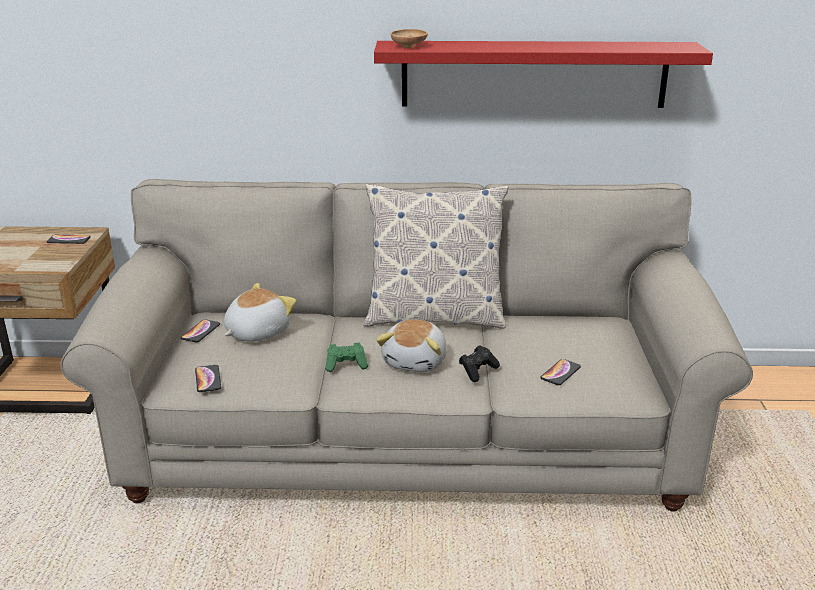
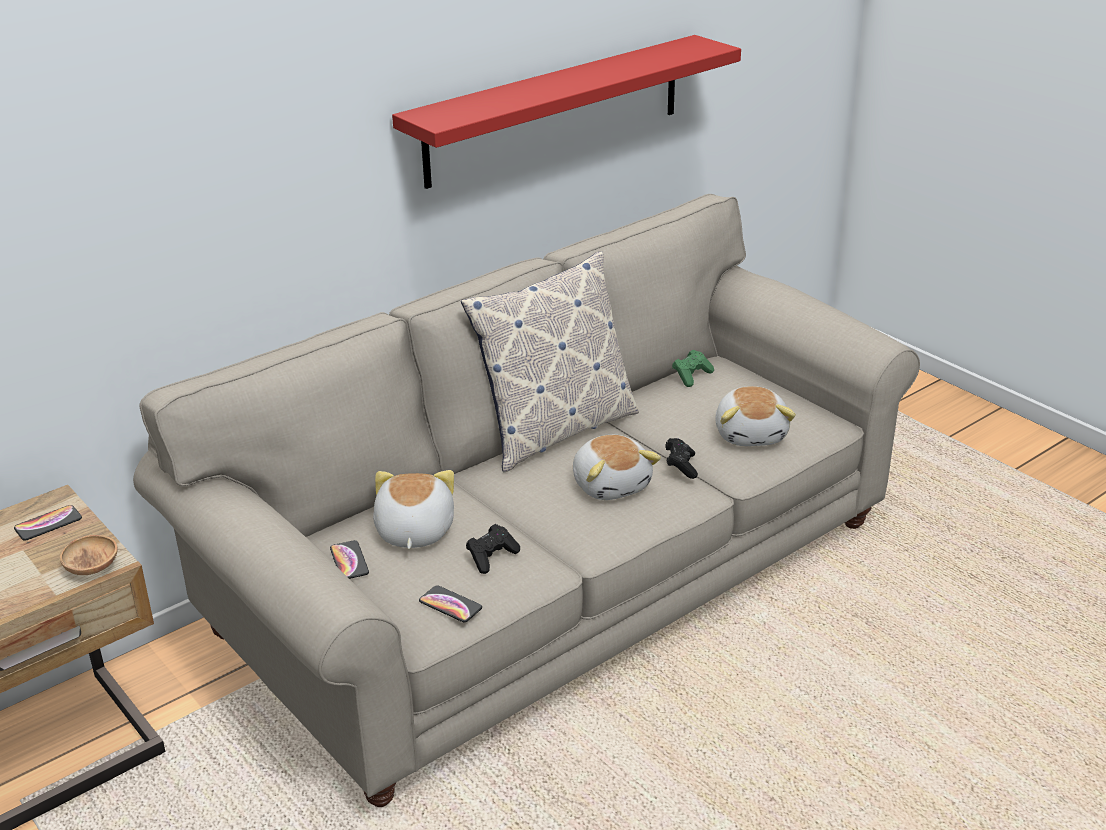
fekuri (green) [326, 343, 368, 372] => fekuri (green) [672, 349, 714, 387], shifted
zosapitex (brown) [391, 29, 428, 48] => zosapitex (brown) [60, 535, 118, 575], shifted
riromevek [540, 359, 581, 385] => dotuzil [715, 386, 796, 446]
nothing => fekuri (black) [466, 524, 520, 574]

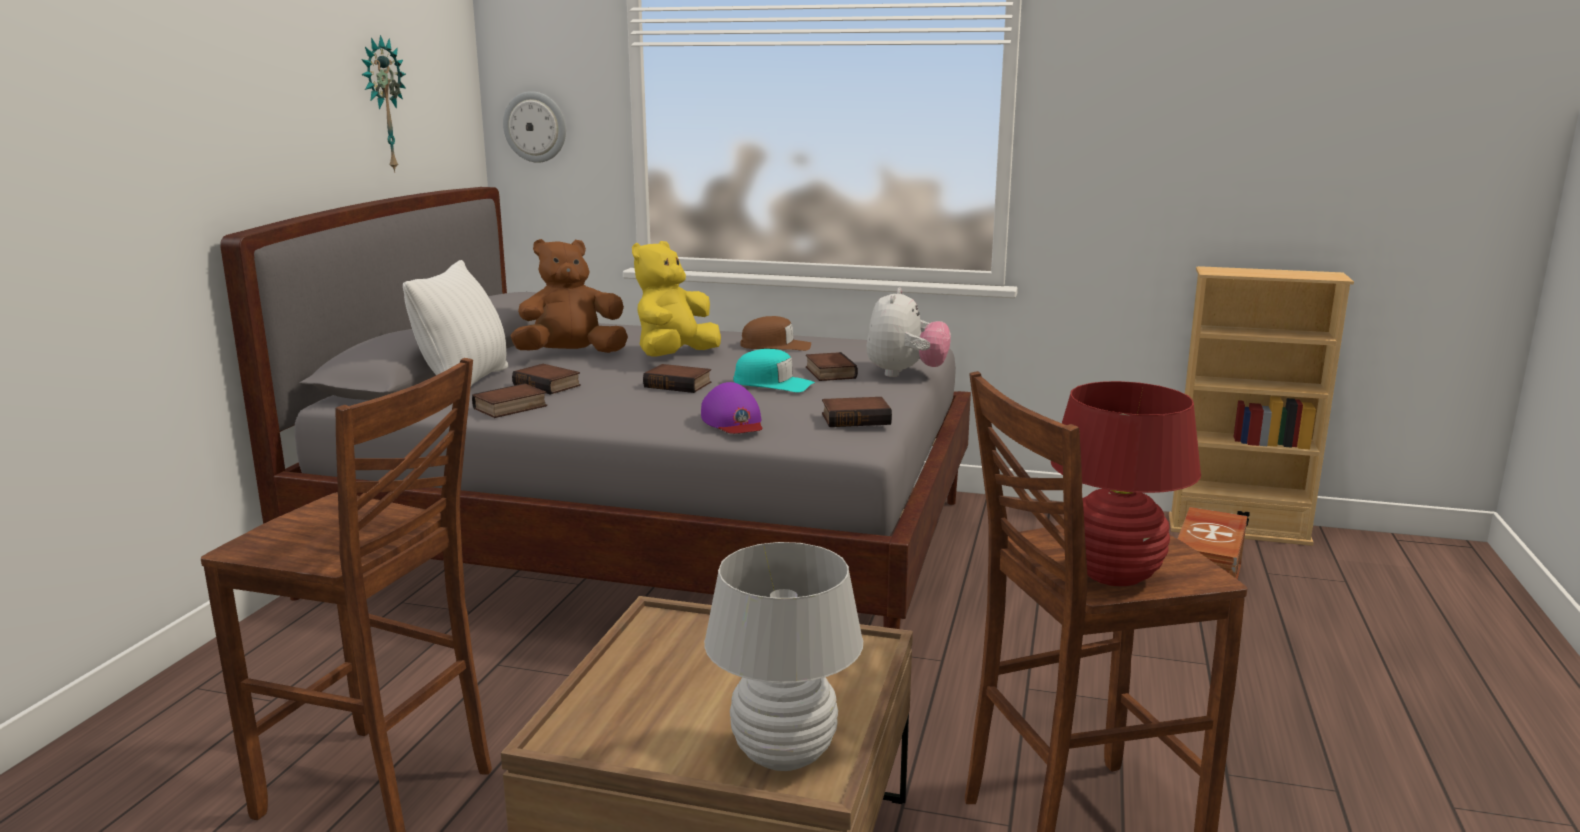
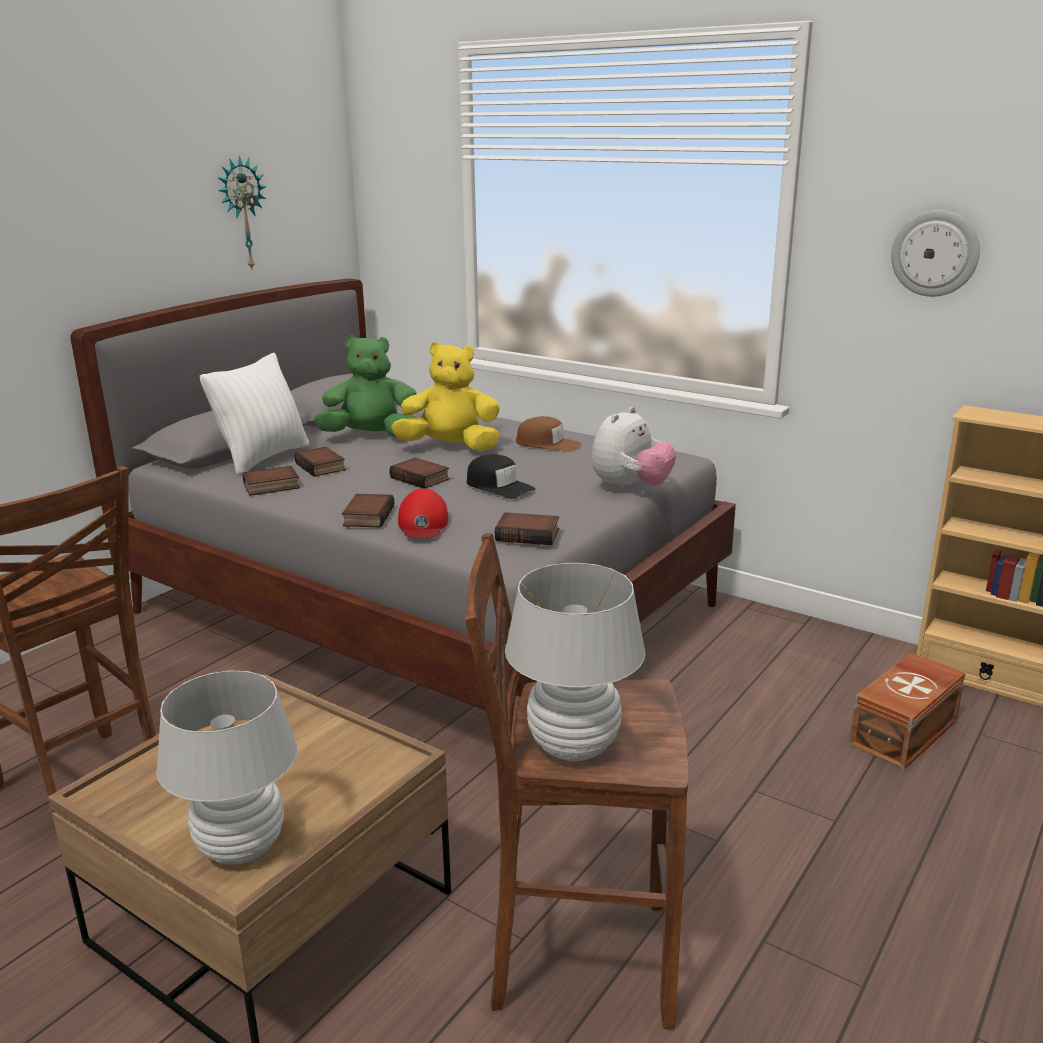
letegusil [503, 91, 566, 163] => letegusil [891, 210, 980, 297], shifted
dotuzil (brown) [510, 239, 628, 353] => dotuzil (green) [314, 335, 417, 437]
dotuzil (yellow) [632, 241, 721, 357] => dotuzil (yellow) [391, 342, 500, 451], 45 degrees clockwise
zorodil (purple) [701, 382, 763, 434] => zorodil (red) [398, 488, 448, 538]
zorodil (turquoise) [733, 349, 815, 392] => zorodil (black) [467, 454, 535, 499]
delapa [806, 352, 858, 381] => delapa [342, 494, 395, 527], shifted
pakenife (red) [1051, 381, 1201, 586] => pakenife (white) [505, 563, 645, 761]

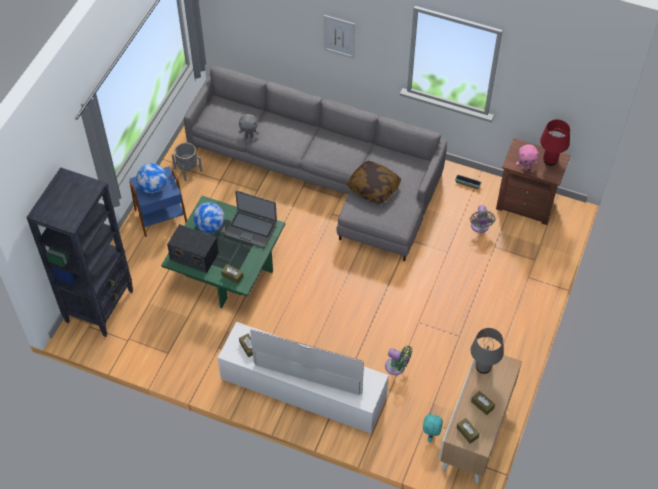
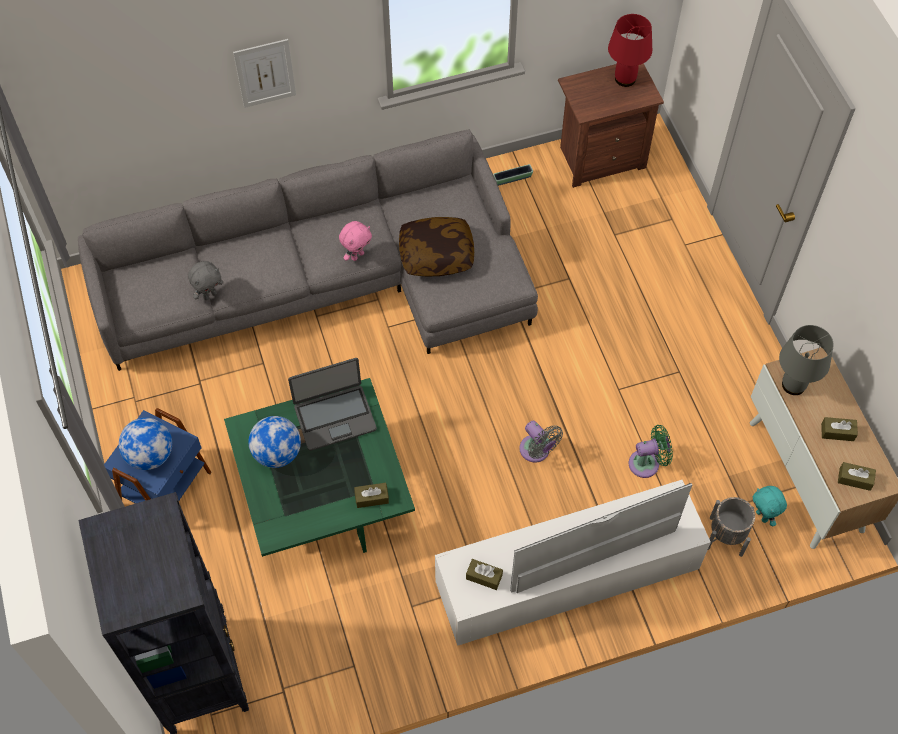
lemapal [167, 224, 219, 273] => nothing
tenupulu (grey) [171, 142, 202, 181] => tenupulu (grey) [708, 497, 755, 557], shifted
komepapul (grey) [470, 205, 495, 233] => komepapul (grey) [519, 421, 563, 462], shifted
dotuzil (pink) [516, 144, 539, 169] => dotuzil (pink) [339, 221, 372, 261], shifted

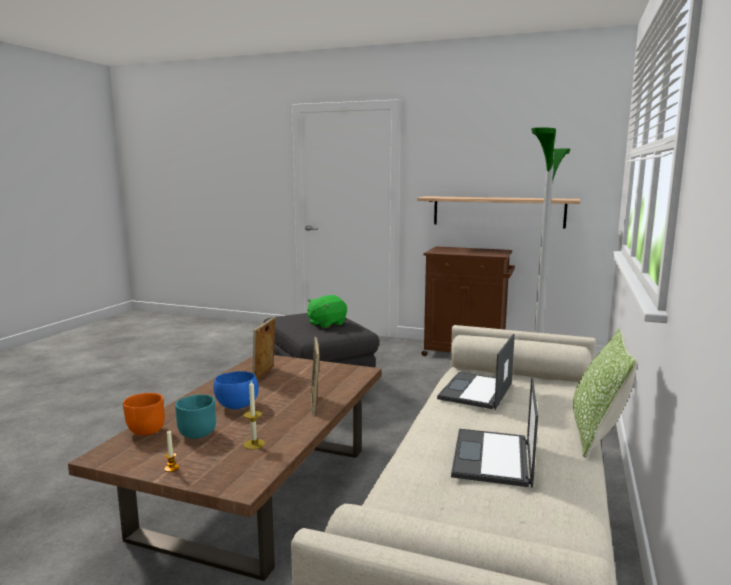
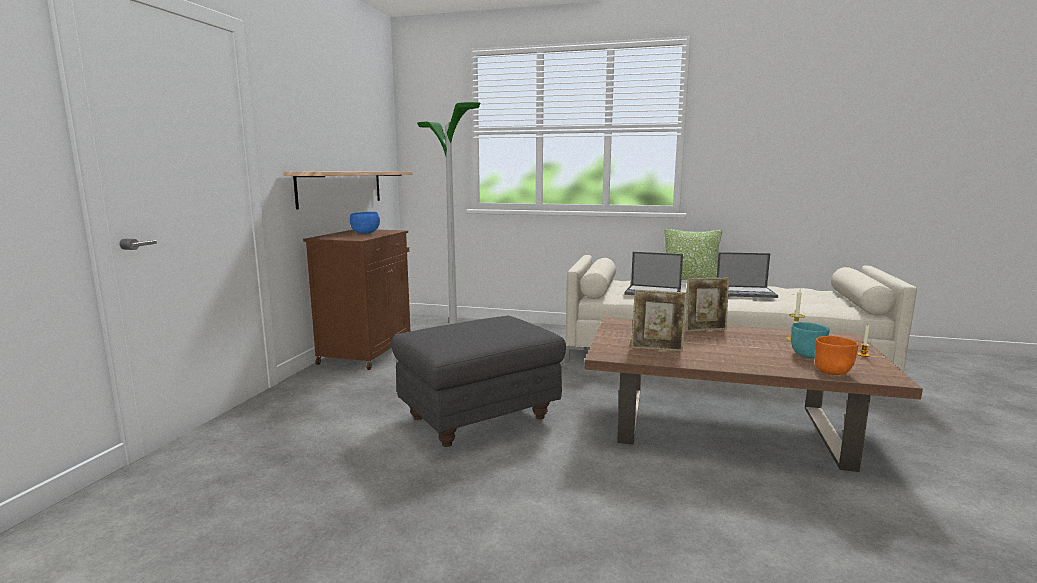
zosapitex (blue) [214, 371, 259, 410] => zosapitex (blue) [350, 212, 380, 234], shifted
dotuzil (green) [307, 295, 347, 328] => nothing

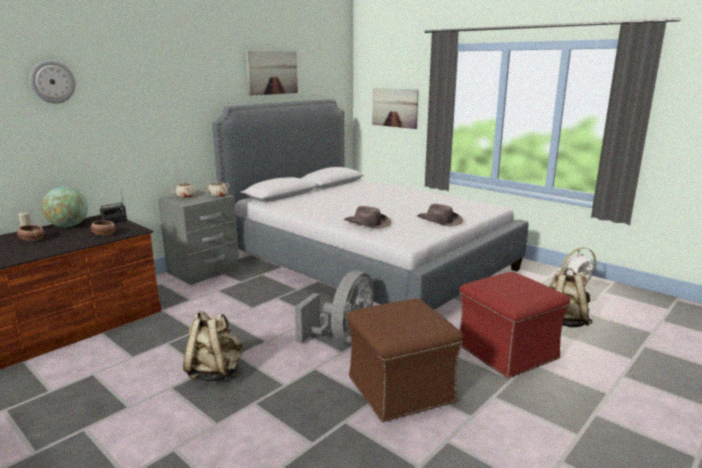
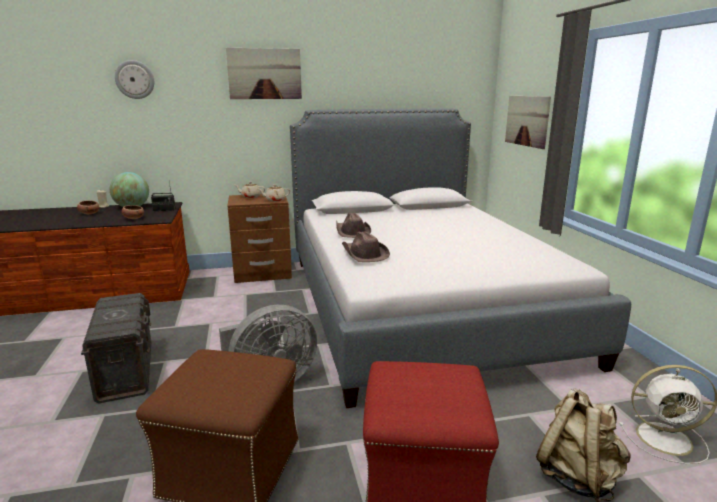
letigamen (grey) [158, 190, 239, 285] => letigamen (brown) [228, 194, 292, 283]
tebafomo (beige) [183, 311, 242, 382] => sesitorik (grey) [81, 293, 151, 403]
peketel [246, 50, 298, 96] => peketel [226, 48, 302, 99], shifted
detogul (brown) [417, 204, 463, 226] => detogul (brown) [336, 212, 371, 238], shifted

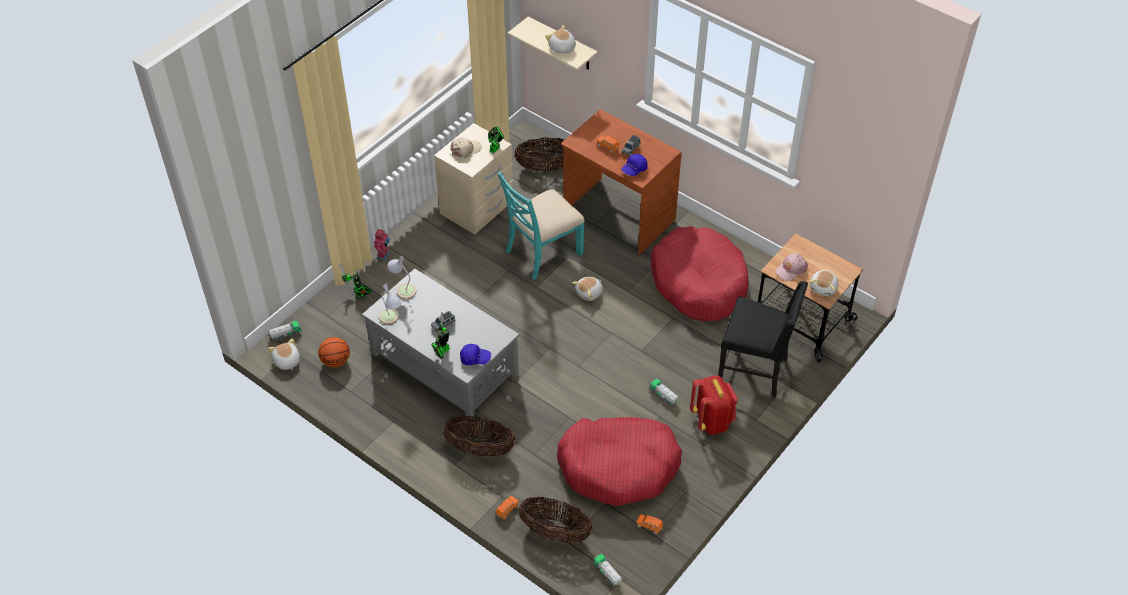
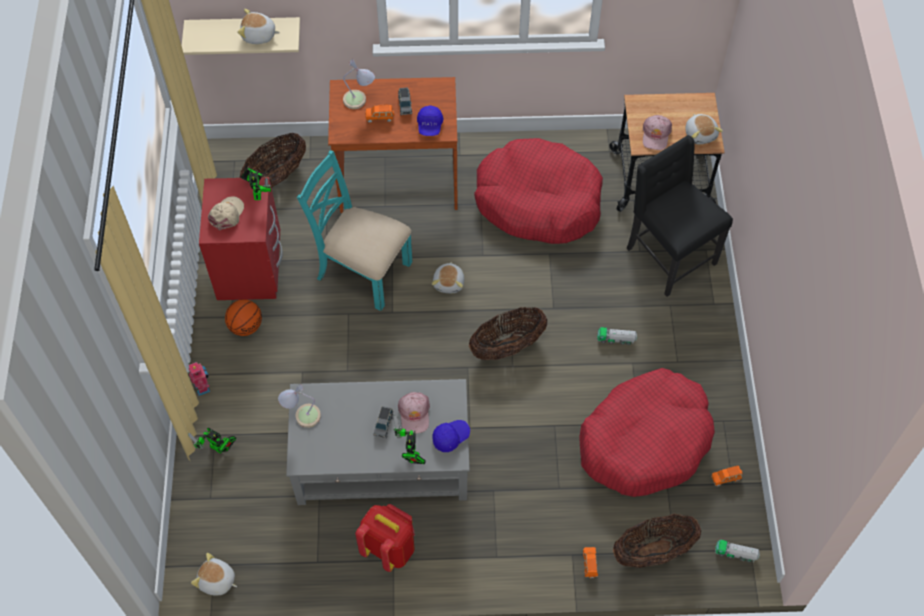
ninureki [268, 321, 301, 341] => nothing
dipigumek [318, 337, 350, 368] => dipigumek [225, 299, 262, 336], shifted
pakenife [379, 283, 401, 325] => pakenife [343, 59, 375, 109], shifted
letigamen (beige) [434, 123, 513, 235] => letigamen (red) [199, 177, 283, 300]
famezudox [443, 416, 515, 457] => famezudox [469, 307, 547, 360], shifted
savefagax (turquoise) [498, 171, 585, 280] => savefagax (turquoise) [297, 150, 413, 311], 105 degrees clockwise
tebafomo (red) [690, 375, 738, 435] => tebafomo (red) [355, 504, 415, 572], shifted
savefagax (black) [718, 281, 808, 398] => savefagax (black) [627, 135, 733, 297], 105 degrees counterclockwise
nothing => zorodil (pink) [398, 392, 430, 434]

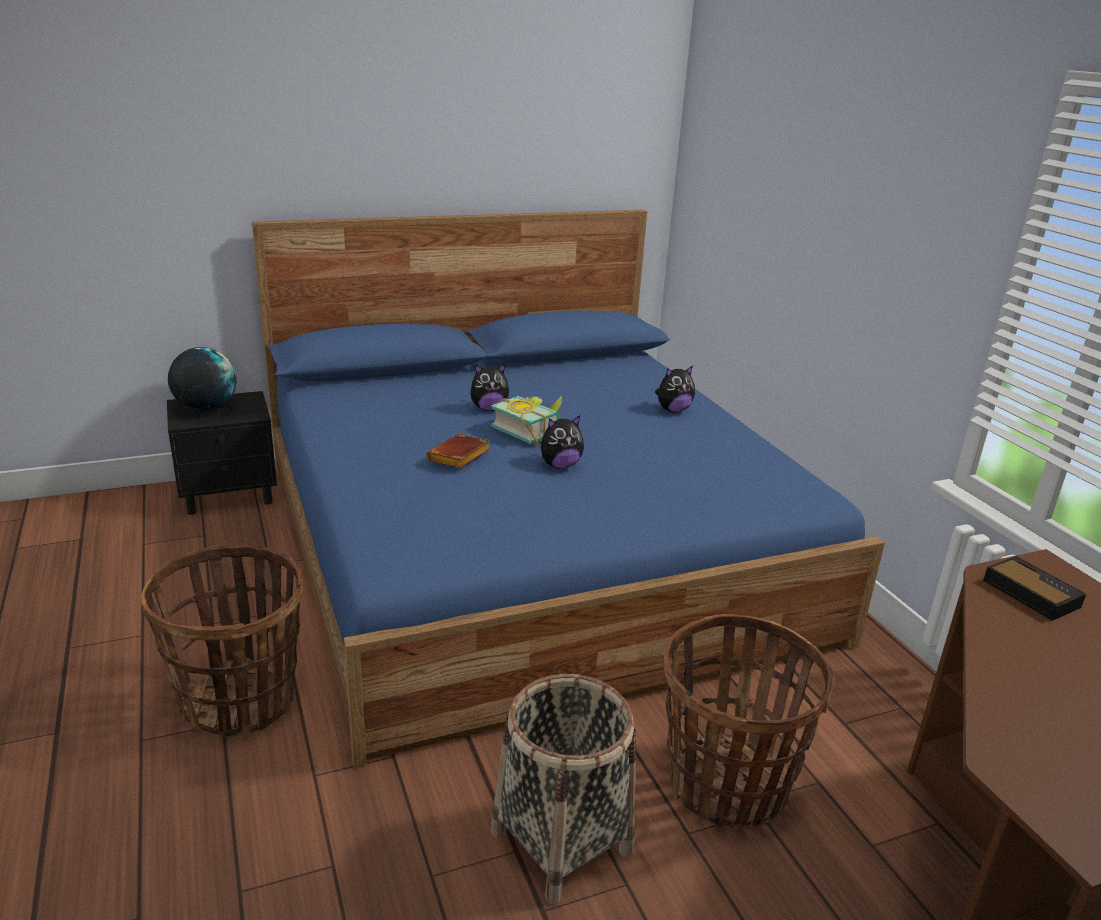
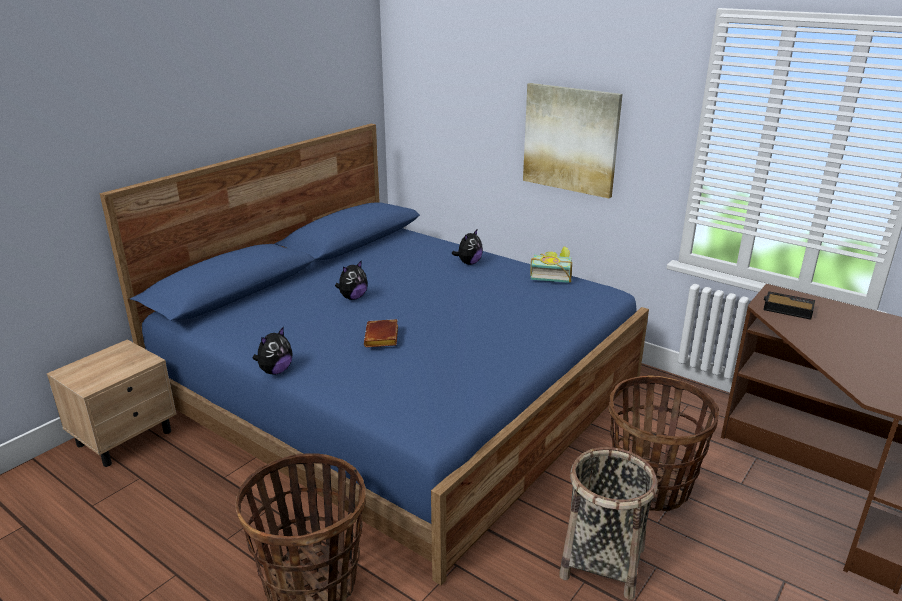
letigamen (black) [167, 391, 277, 515] => letigamen (beige) [47, 339, 176, 467]
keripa [168, 347, 237, 412] => nothing
delapa [491, 396, 562, 445] => delapa [530, 247, 572, 283], shifted
dotuzil [541, 415, 584, 469] => dotuzil [252, 327, 292, 375], shifted
nothing => peketel [523, 83, 622, 198]

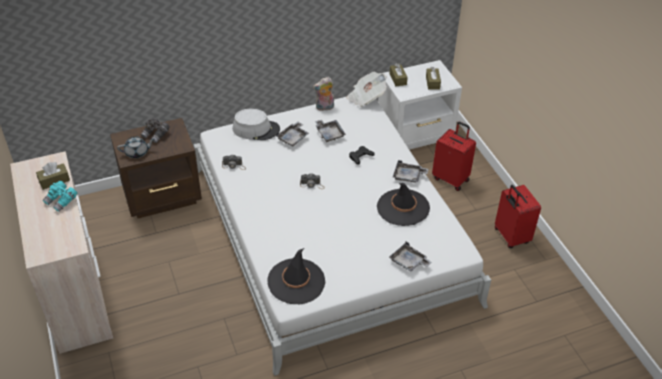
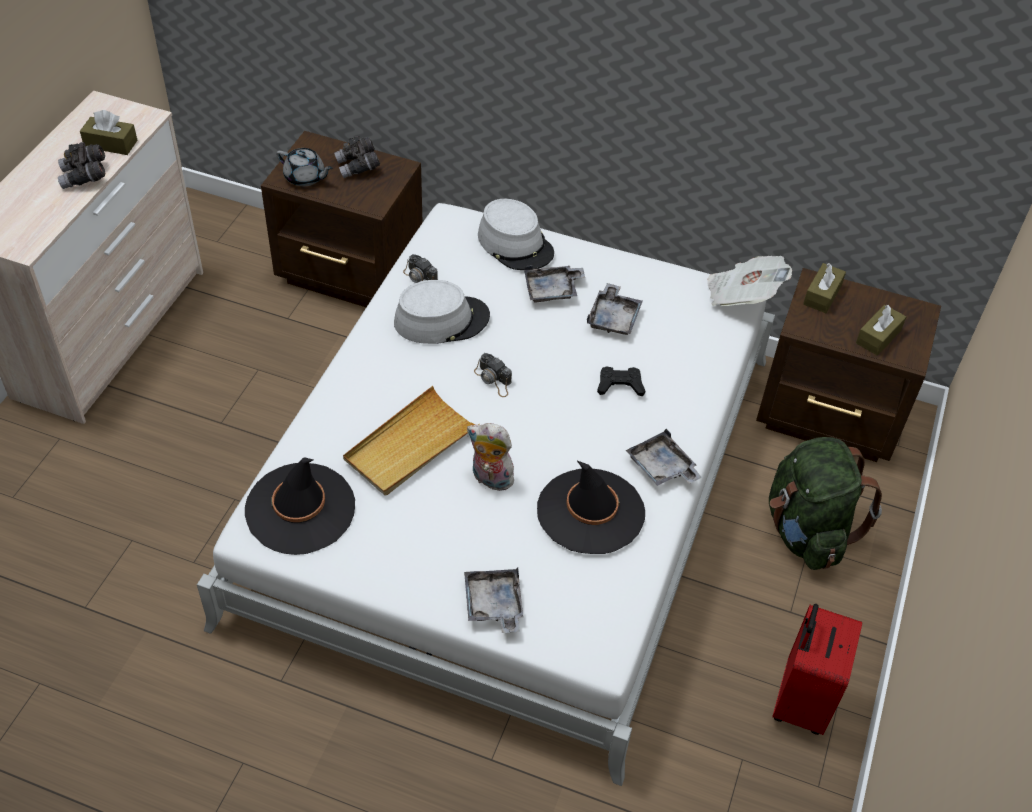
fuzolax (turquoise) [43, 181, 78, 212] => fuzolax (grey) [58, 142, 106, 189]
dotuzil [313, 77, 334, 111] => dotuzil [467, 423, 514, 491], shifted
letigamen (white) [378, 60, 462, 150] => letigamen (brown) [756, 268, 941, 462]
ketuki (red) [432, 122, 476, 191] => tebafomo (green) [769, 437, 882, 570]
nothing => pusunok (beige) [343, 386, 480, 496]
nothing => detogul (grey) [394, 280, 490, 344]

